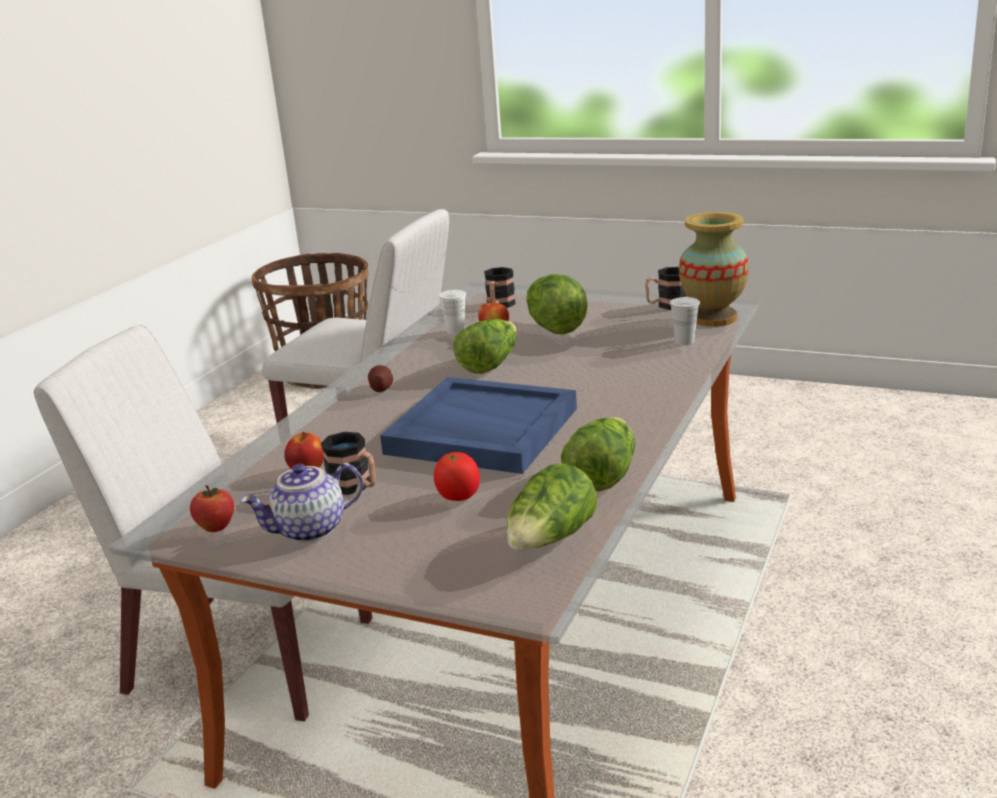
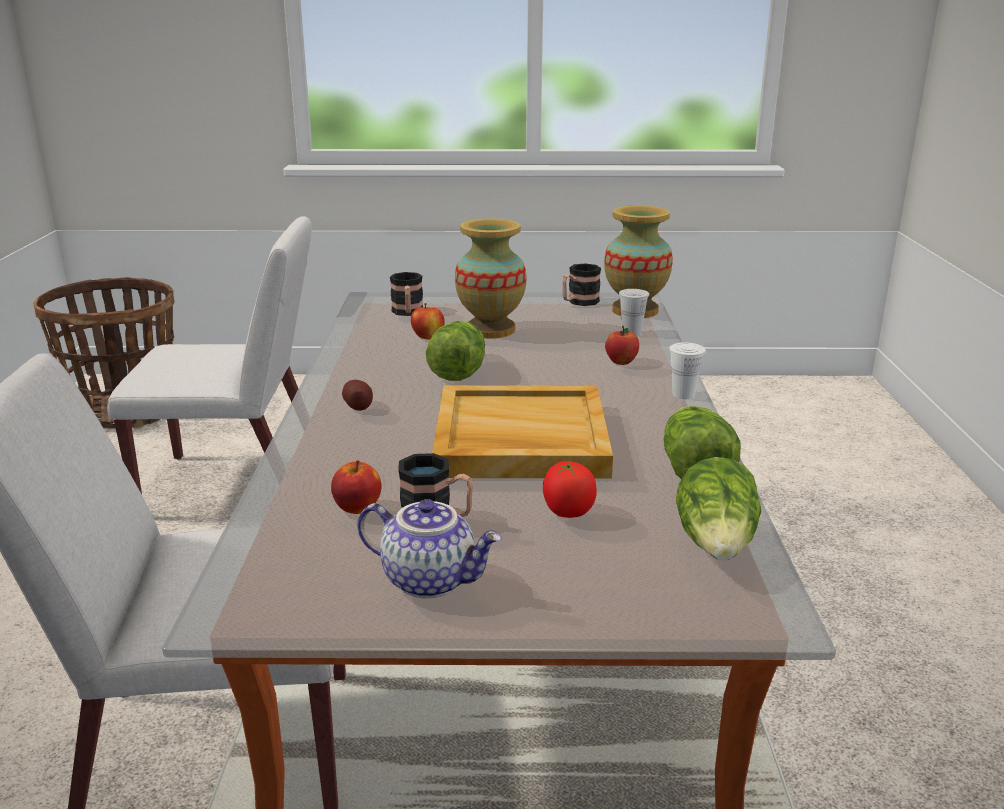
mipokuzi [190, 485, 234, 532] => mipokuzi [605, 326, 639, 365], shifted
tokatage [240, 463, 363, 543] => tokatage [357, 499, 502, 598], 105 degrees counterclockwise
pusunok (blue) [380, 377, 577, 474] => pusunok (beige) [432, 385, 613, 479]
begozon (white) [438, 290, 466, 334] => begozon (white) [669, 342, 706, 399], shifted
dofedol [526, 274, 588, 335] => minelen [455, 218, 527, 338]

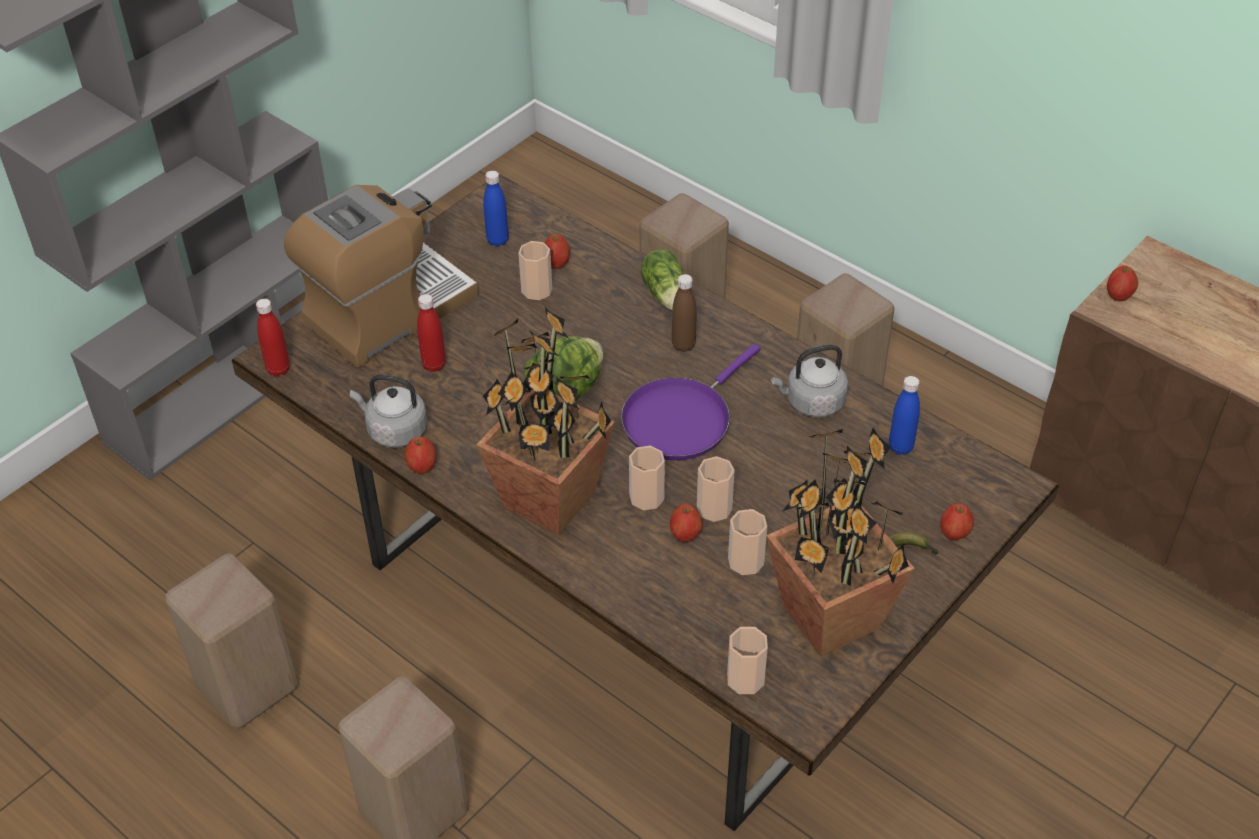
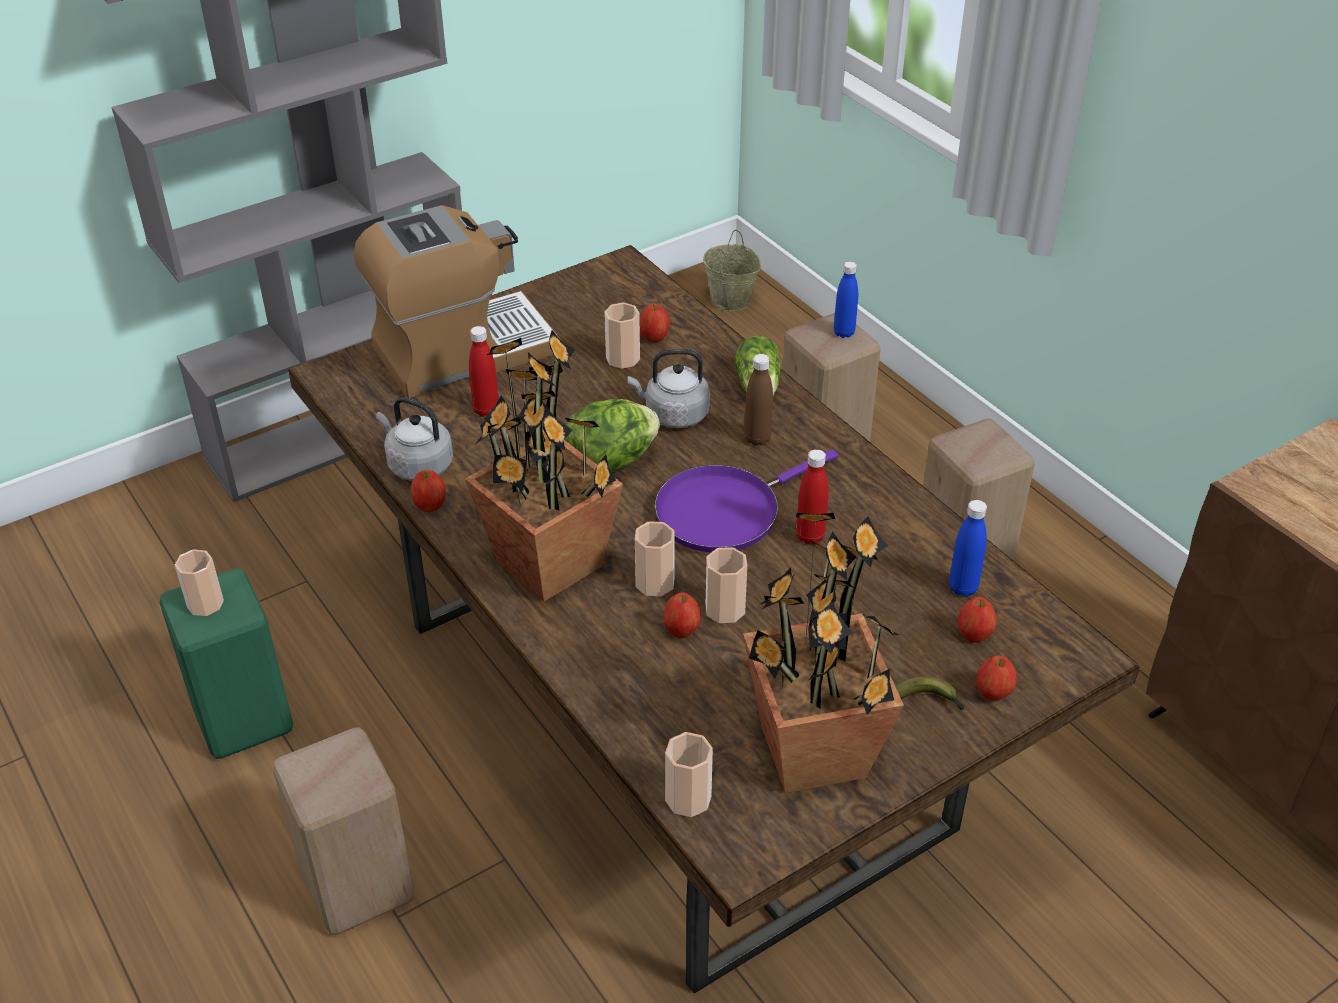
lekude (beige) [165, 553, 298, 729] => lekude (green) [160, 568, 293, 759]
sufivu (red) [256, 299, 290, 376] => sufivu (red) [796, 449, 828, 544], shifted
sufivu (blue) [483, 171, 509, 247] => sufivu (blue) [834, 261, 858, 338], shifted
begozon [728, 509, 767, 575] => begozon [175, 549, 224, 616], shifted
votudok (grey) [771, 345, 849, 417] => votudok (grey) [628, 349, 710, 428], shifted
mipokuzi [1107, 265, 1138, 301] => mipokuzi [958, 597, 997, 643], shifted
nothing => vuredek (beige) [703, 230, 761, 312]

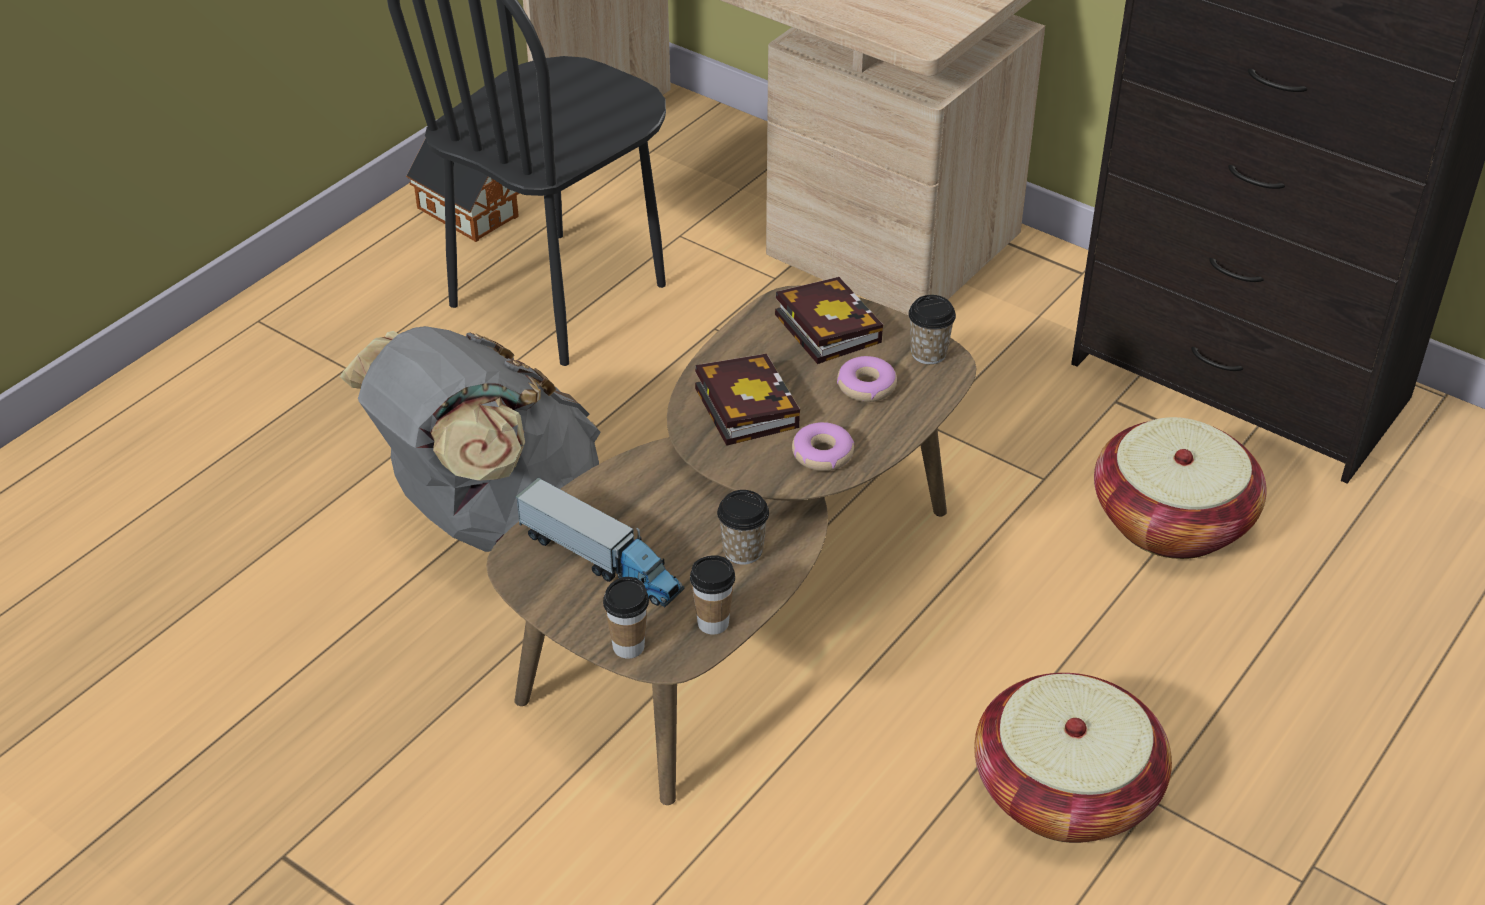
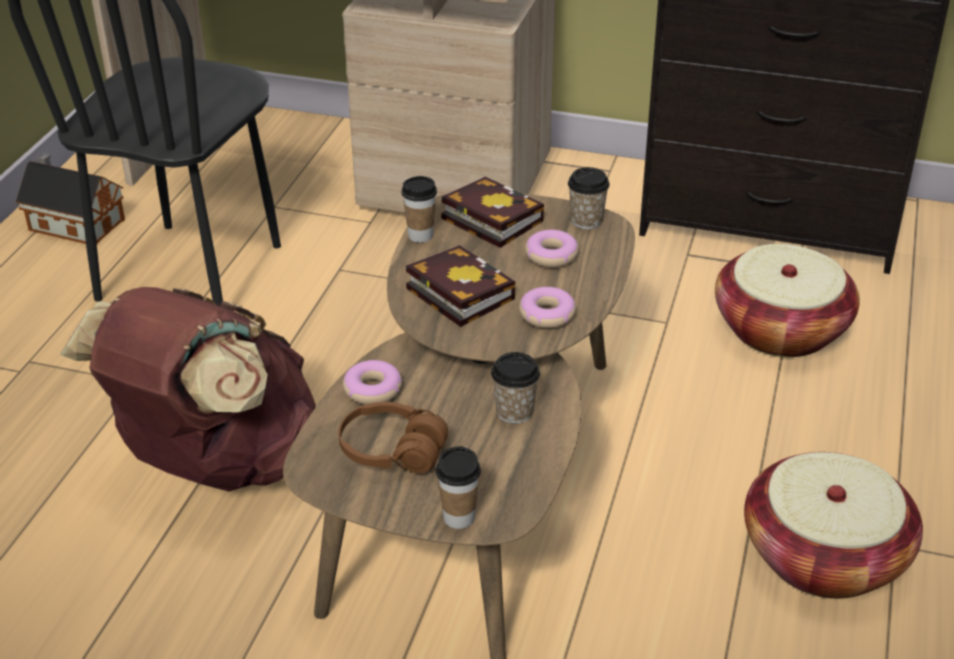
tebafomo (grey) [340, 326, 601, 552] => tebafomo (brown) [60, 287, 316, 492]
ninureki [515, 477, 684, 607] => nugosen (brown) [338, 402, 448, 474]
begozon [690, 555, 735, 635] => begozon [401, 176, 437, 243], shifted
nothing => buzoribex [343, 360, 402, 405]

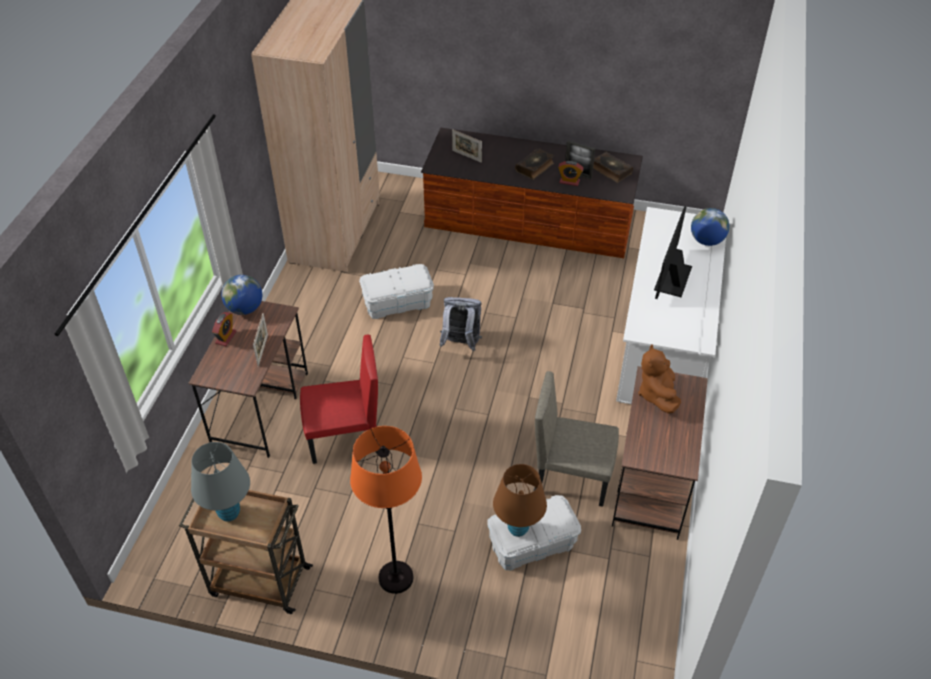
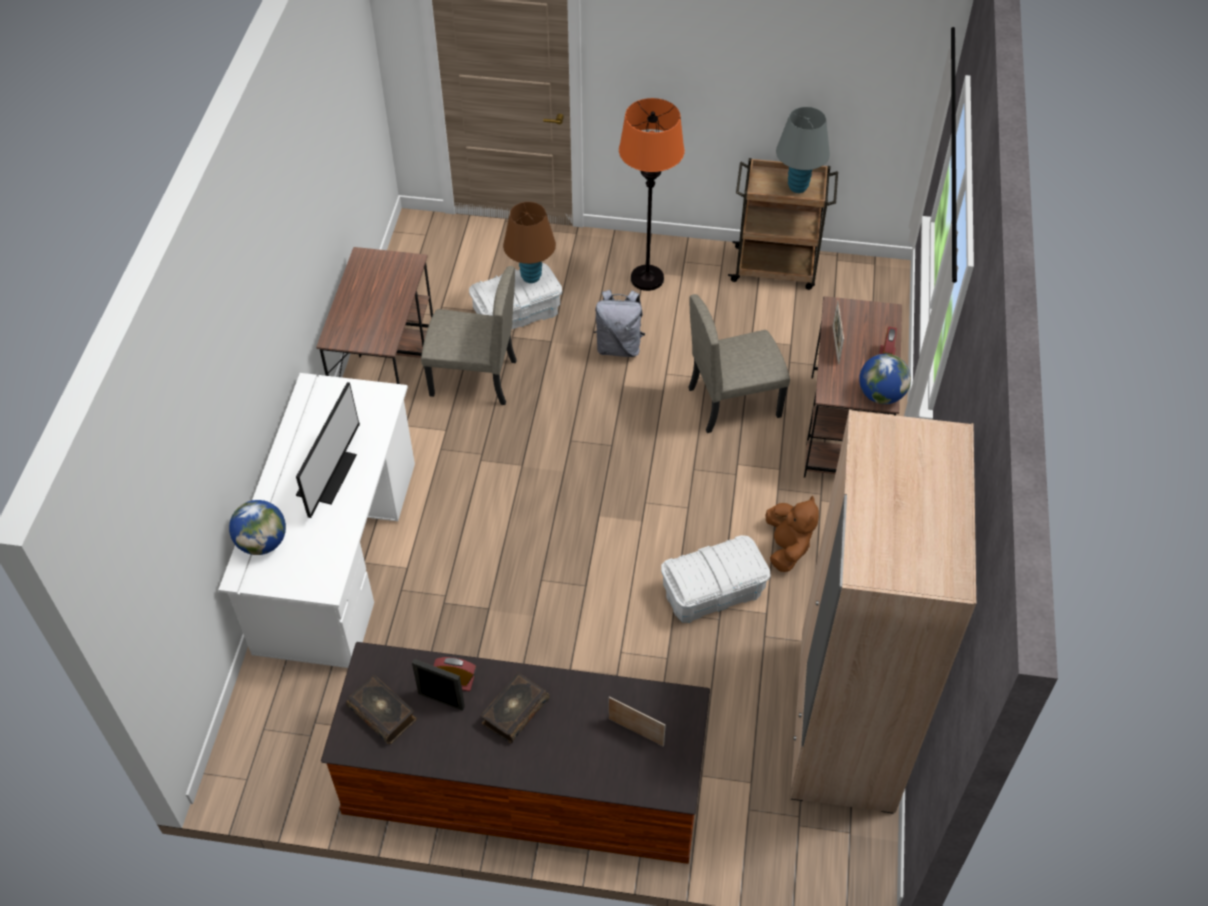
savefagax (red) [300, 334, 378, 464] => savefagax (beige) [688, 294, 790, 433]
tebafomo (grey) [439, 297, 482, 351] => tebafomo (grey) [594, 290, 645, 357], shifted
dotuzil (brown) [638, 344, 681, 414] => dotuzil (brown) [766, 495, 819, 572], shifted

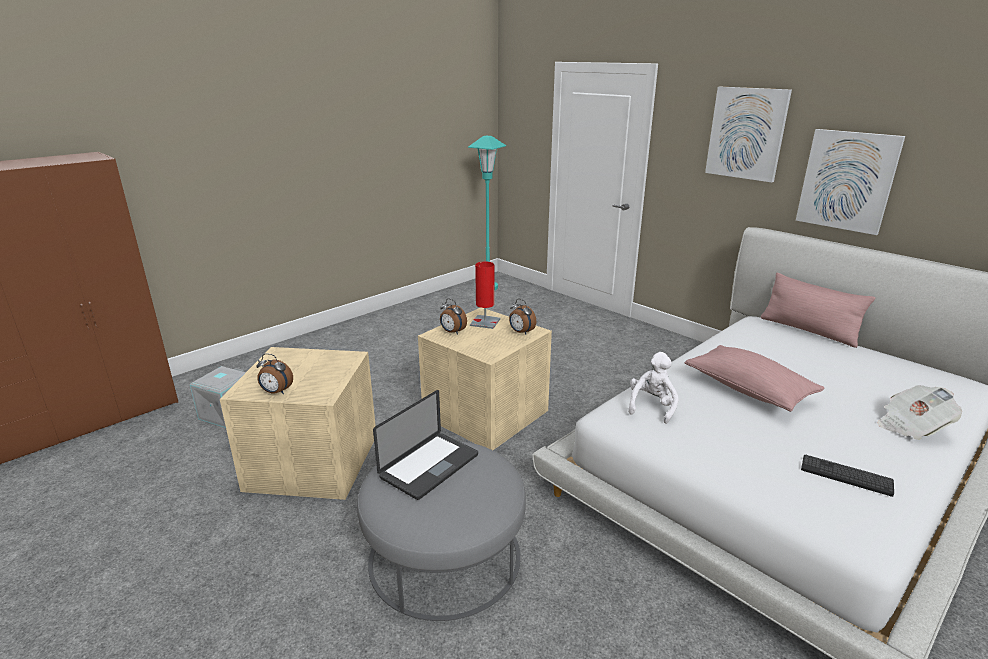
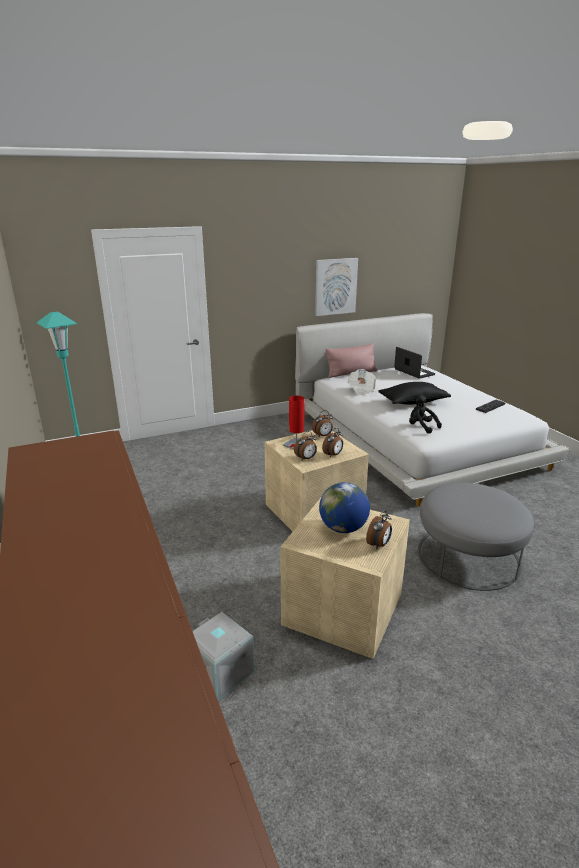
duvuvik [373, 390, 478, 500] => duvuvik [394, 347, 435, 379], shifted
dotuzil (white) [628, 352, 679, 424] => dotuzil (black) [409, 395, 442, 434]
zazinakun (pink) [685, 345, 825, 412] => zazinakun (black) [378, 382, 451, 405]
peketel [705, 87, 792, 182] => nothing
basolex [878, 385, 962, 440] => basolex [348, 369, 376, 395], shifted
nothing => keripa [319, 482, 370, 533]
nothing => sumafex [322, 428, 343, 458]

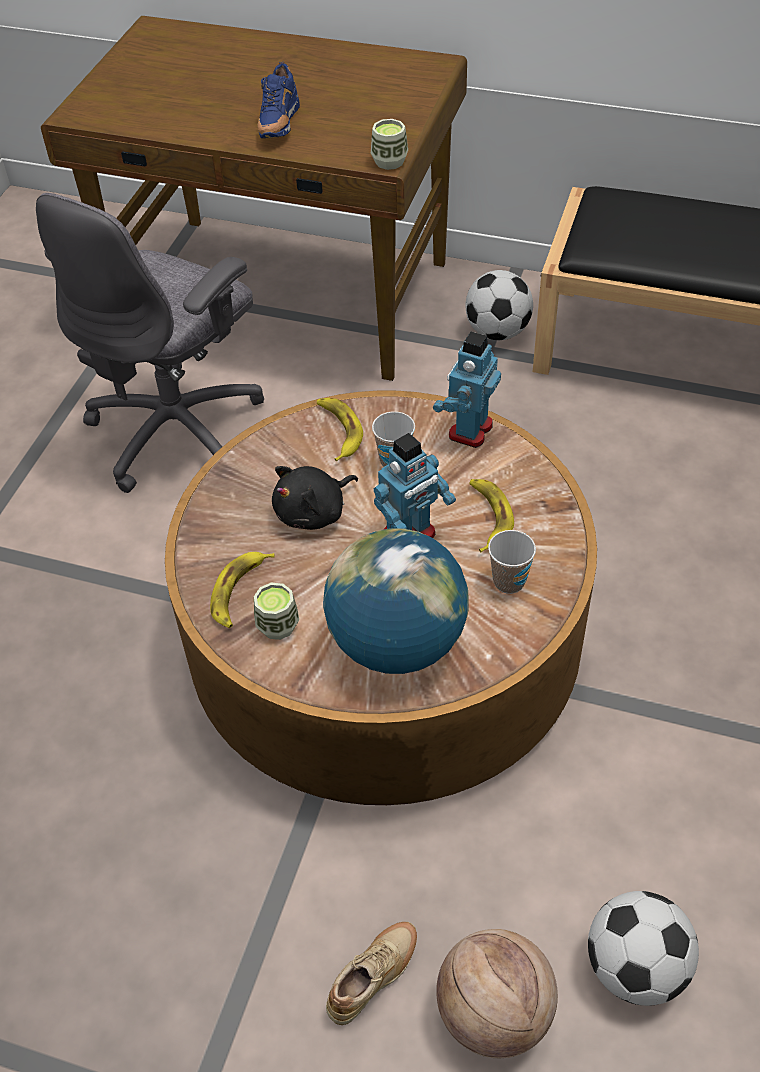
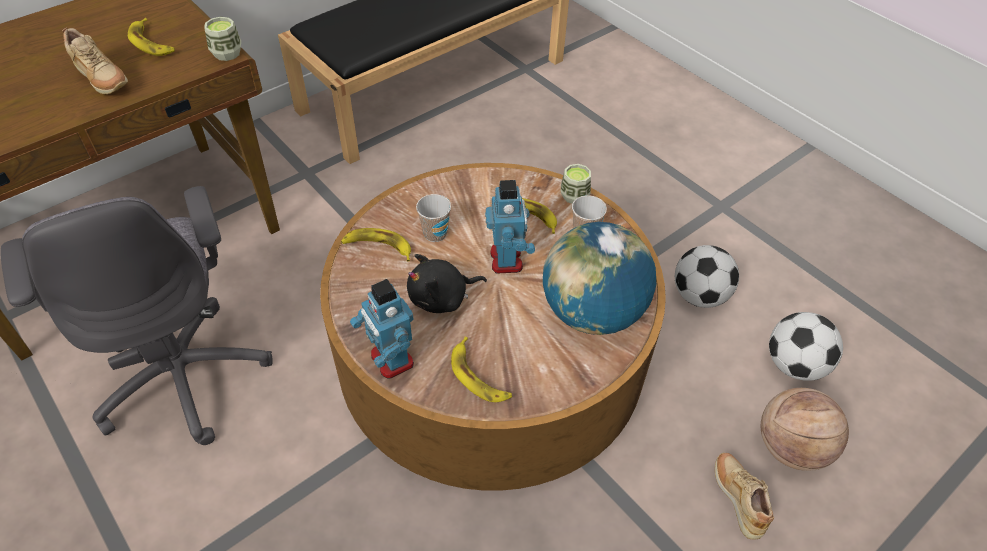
begozon [254, 583, 299, 640] => begozon [561, 164, 591, 204], shifted
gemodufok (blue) [257, 62, 300, 138] => gemodufok (beige) [62, 28, 128, 94]
dotuzil (black) [272, 466, 358, 530] => dotuzil (black) [407, 254, 487, 313], 75 degrees clockwise
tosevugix [433, 332, 501, 448] => tosevugix [350, 279, 414, 379], shifted
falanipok [465, 270, 533, 340] => falanipok [675, 245, 739, 308], shifted
nothing => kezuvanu [128, 18, 175, 56]

